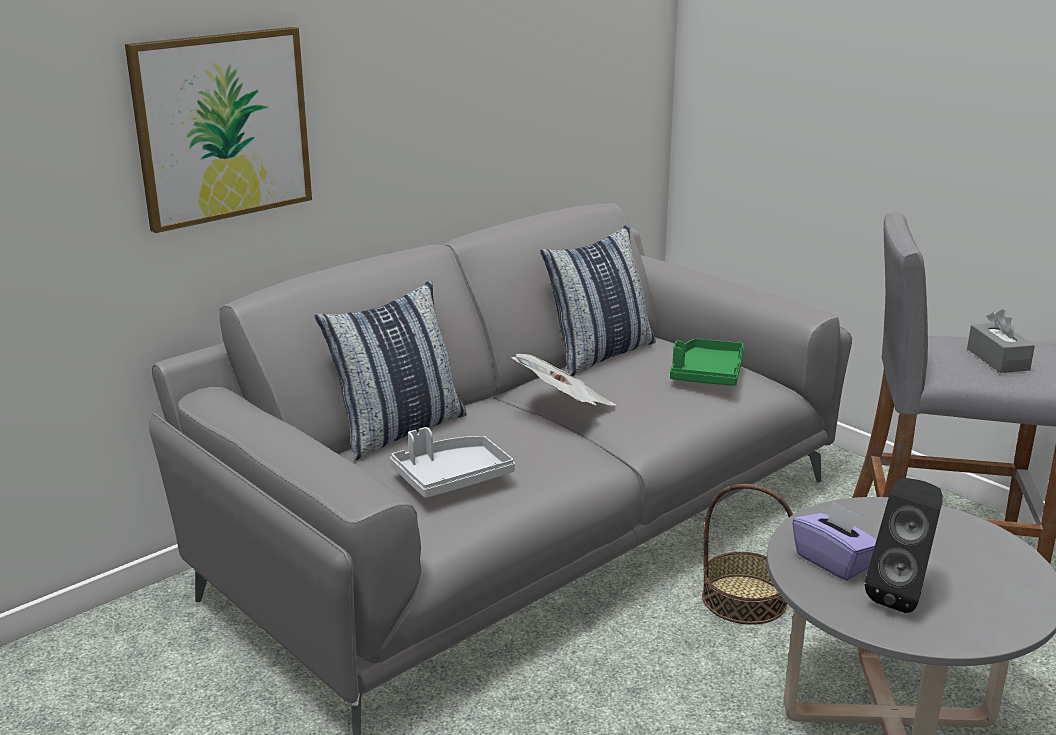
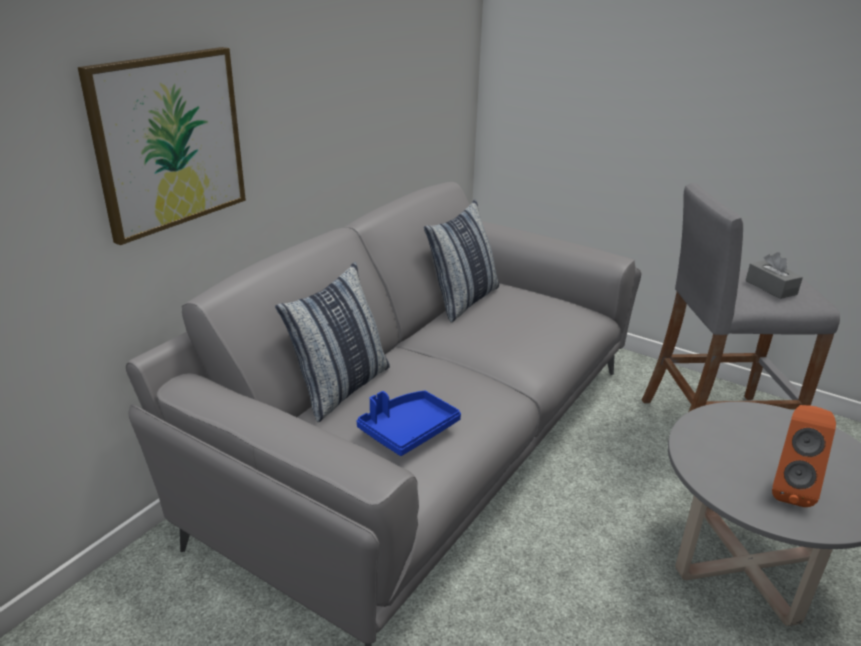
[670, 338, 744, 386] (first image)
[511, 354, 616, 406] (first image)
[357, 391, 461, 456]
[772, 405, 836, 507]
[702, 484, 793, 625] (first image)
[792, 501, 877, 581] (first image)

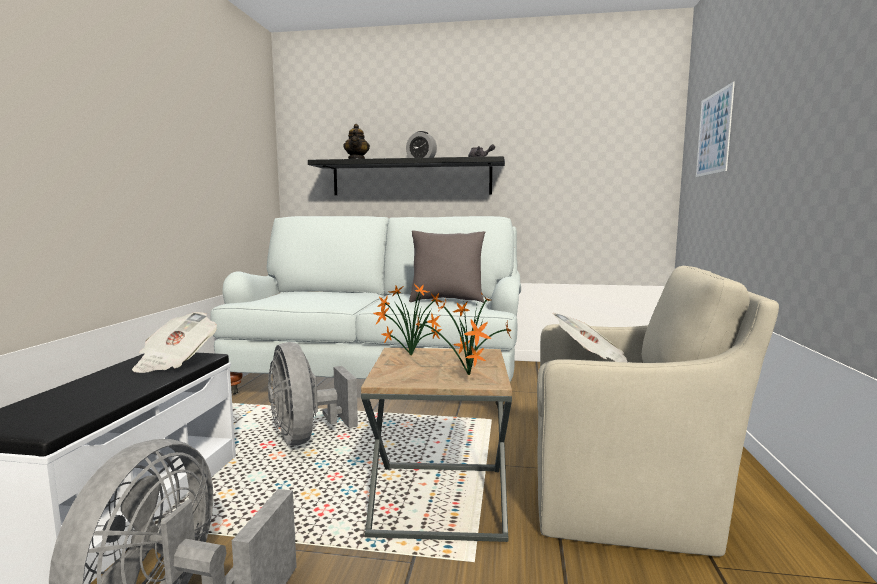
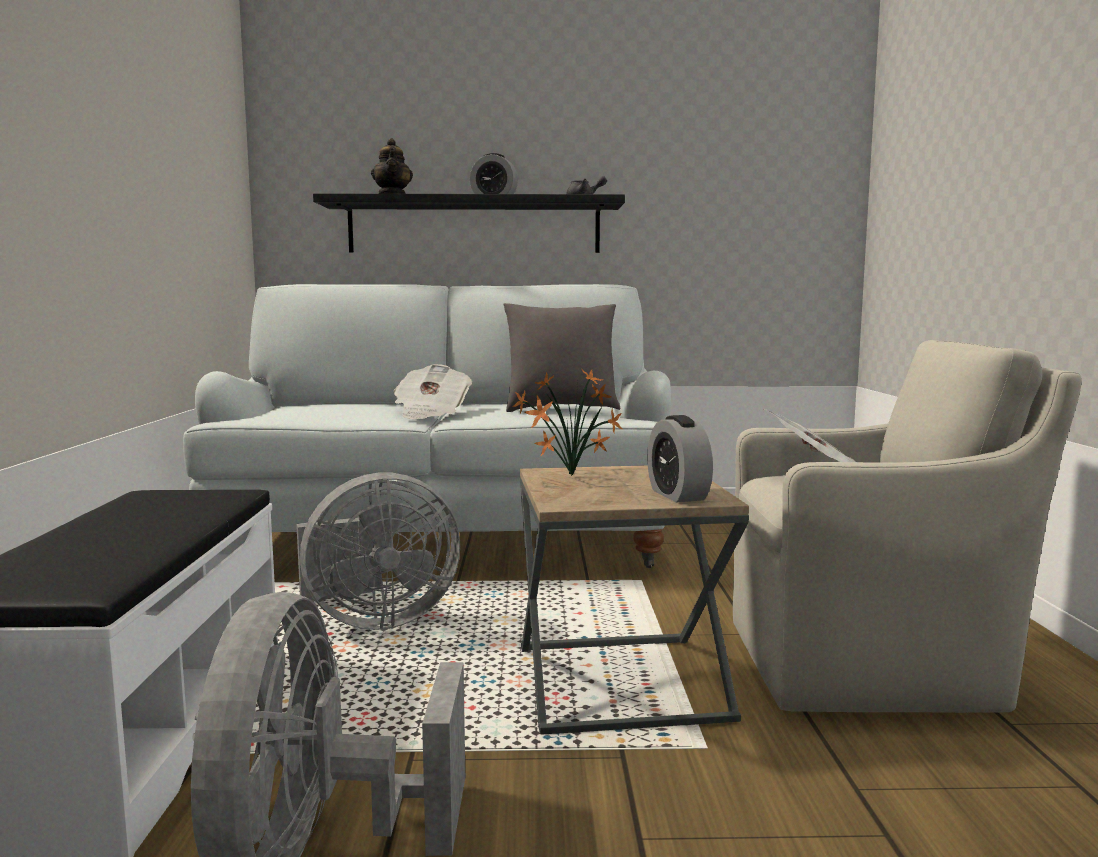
[696, 82, 735, 177] (first image)
[647, 415, 713, 503]
[393, 364, 472, 419]
[296, 472, 460, 630]

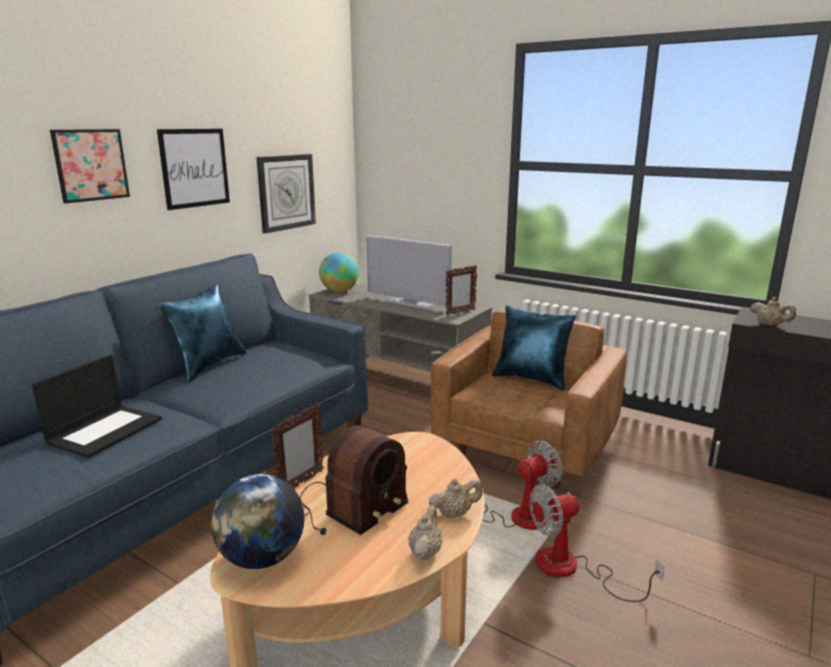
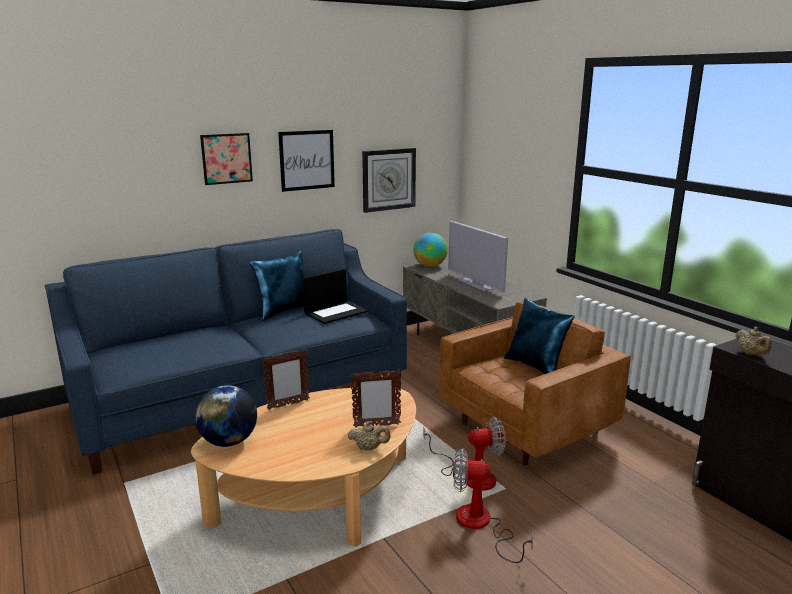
[351, 370, 401, 428]
[303, 269, 368, 324]
[300, 425, 409, 535] (first image)
[408, 505, 443, 560] (first image)

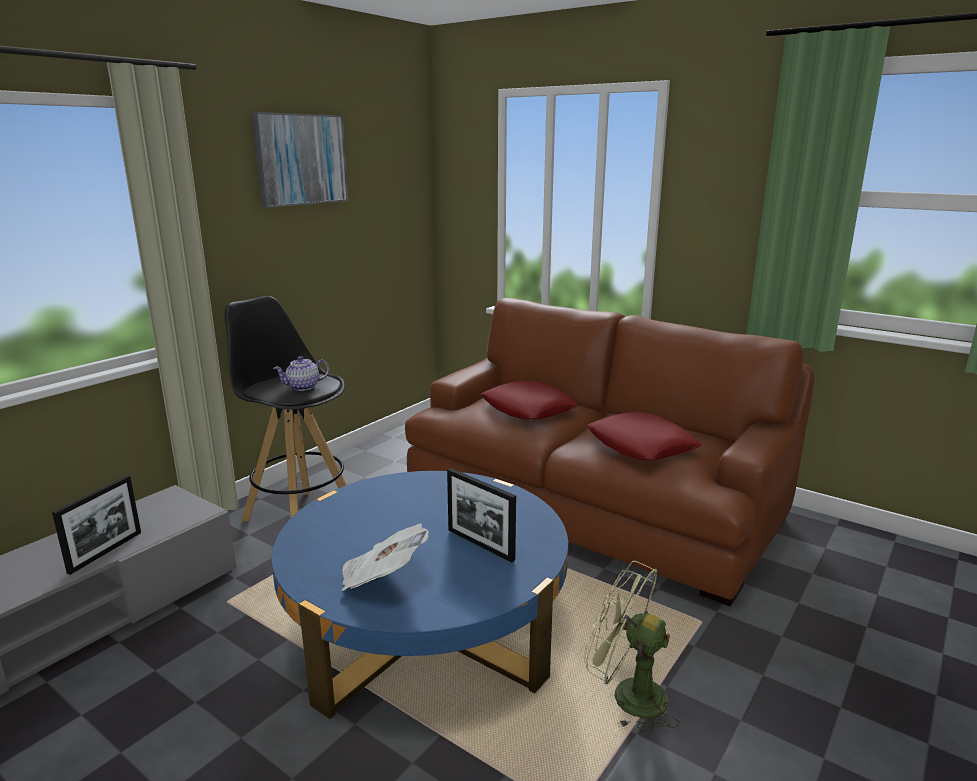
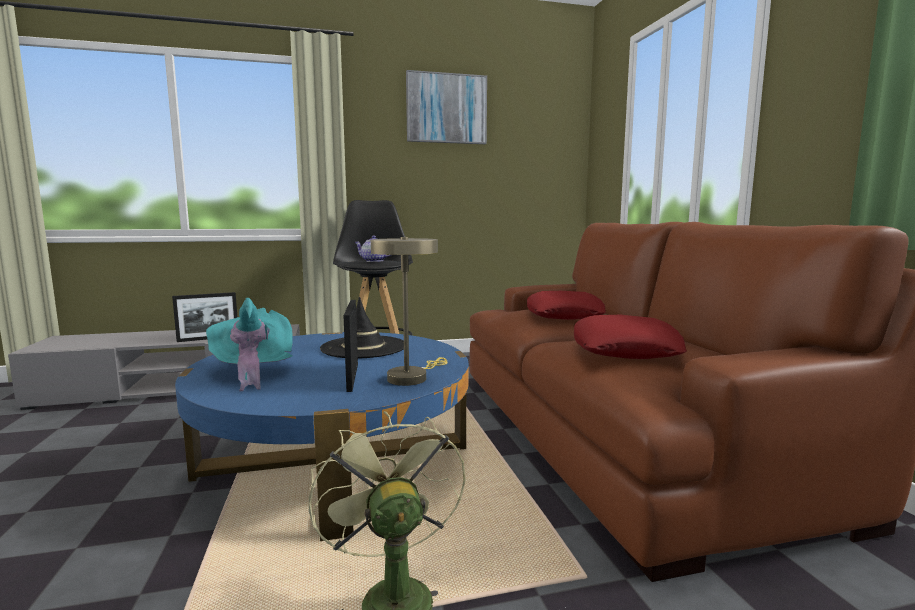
[206, 298, 293, 391]
[371, 237, 448, 386]
[320, 297, 404, 358]

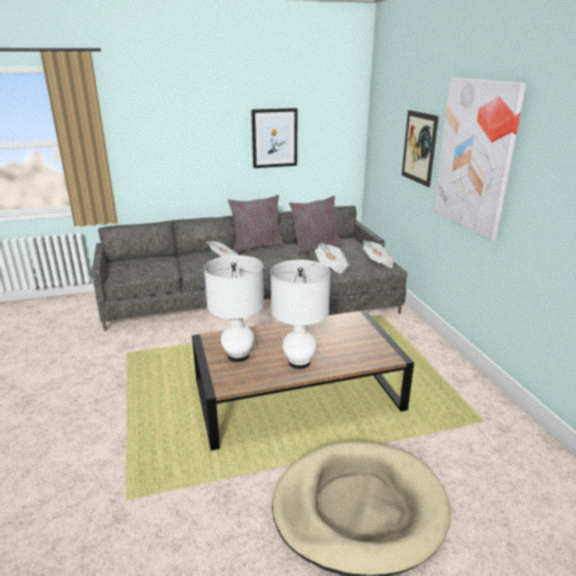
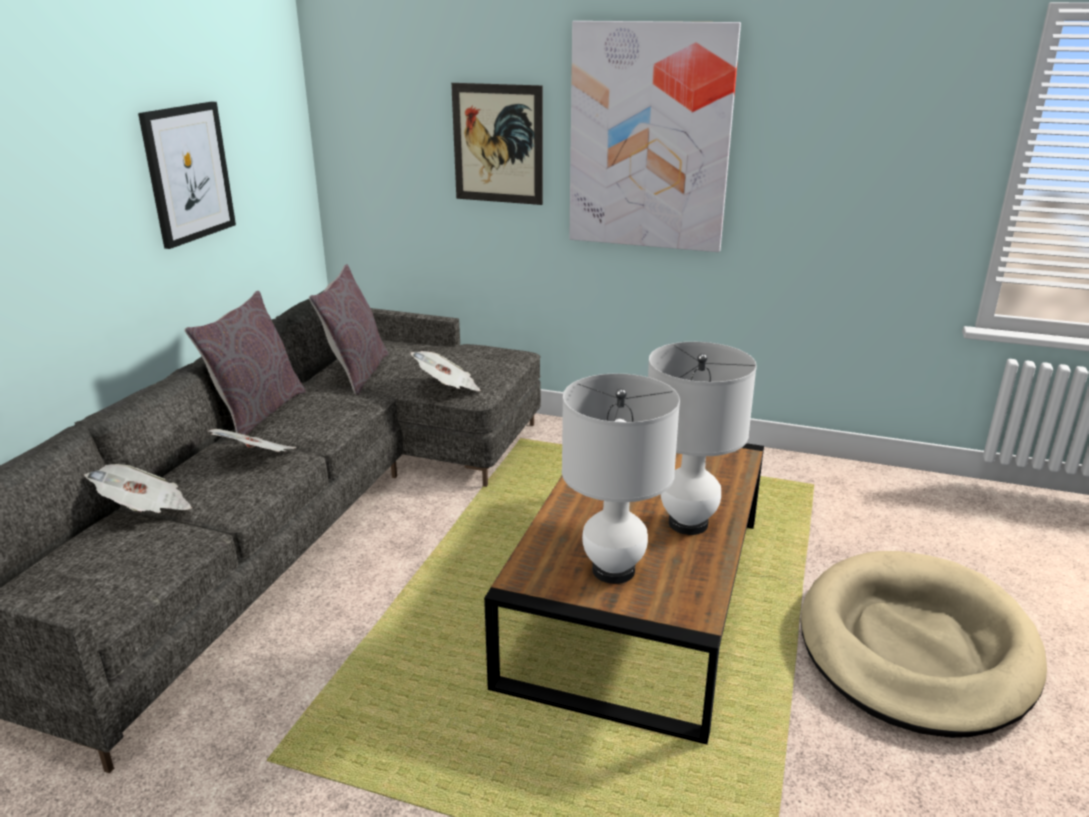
[84, 464, 192, 513]

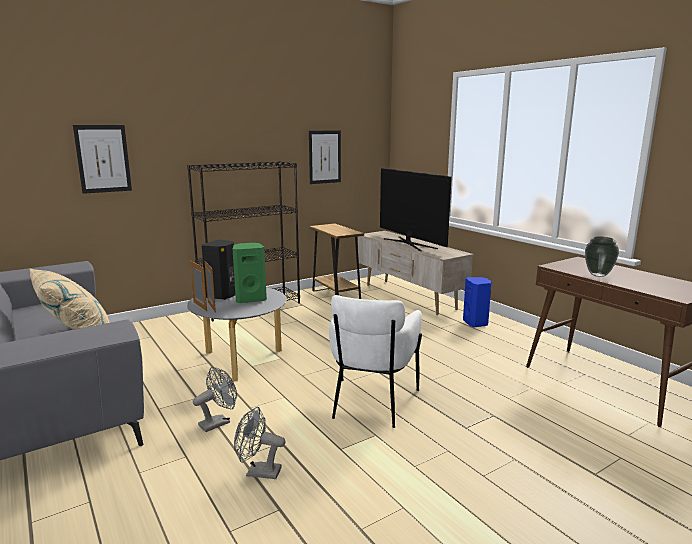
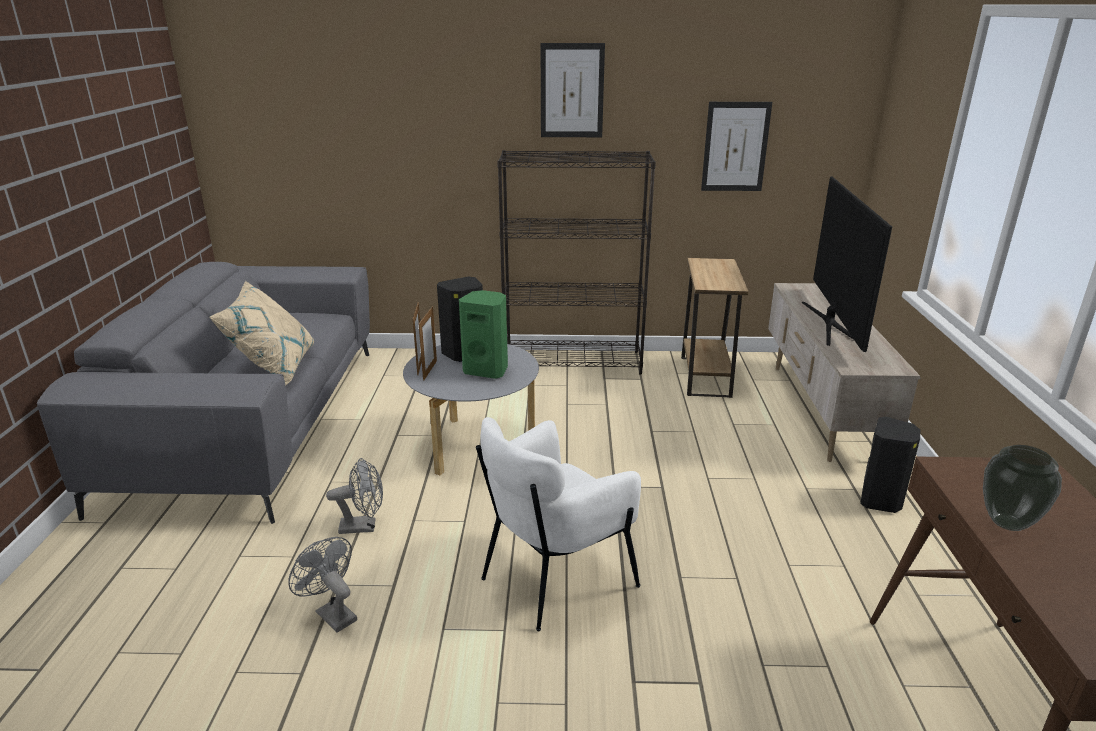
[541, 43, 605, 137]
[860, 417, 920, 513]

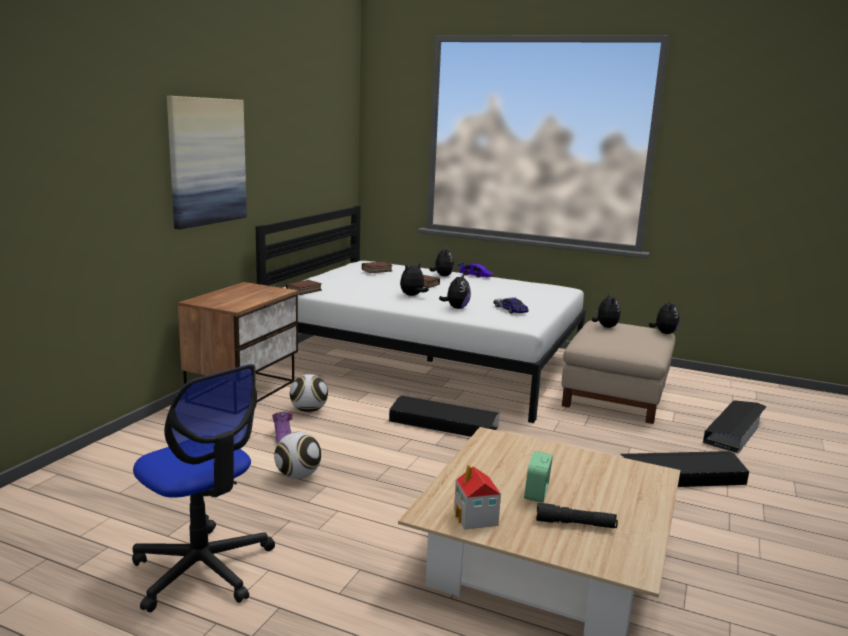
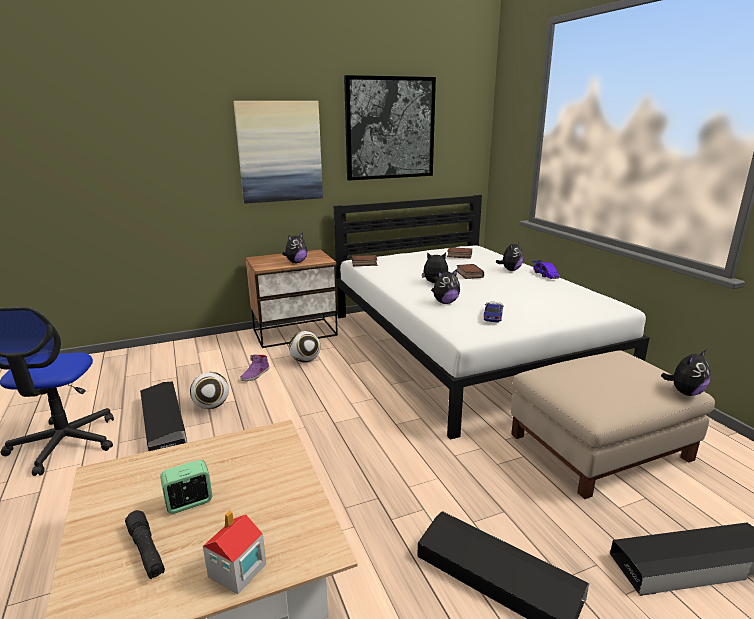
[282, 232, 307, 263]
[140, 382, 187, 451]
[203, 510, 266, 594]
[344, 75, 436, 181]

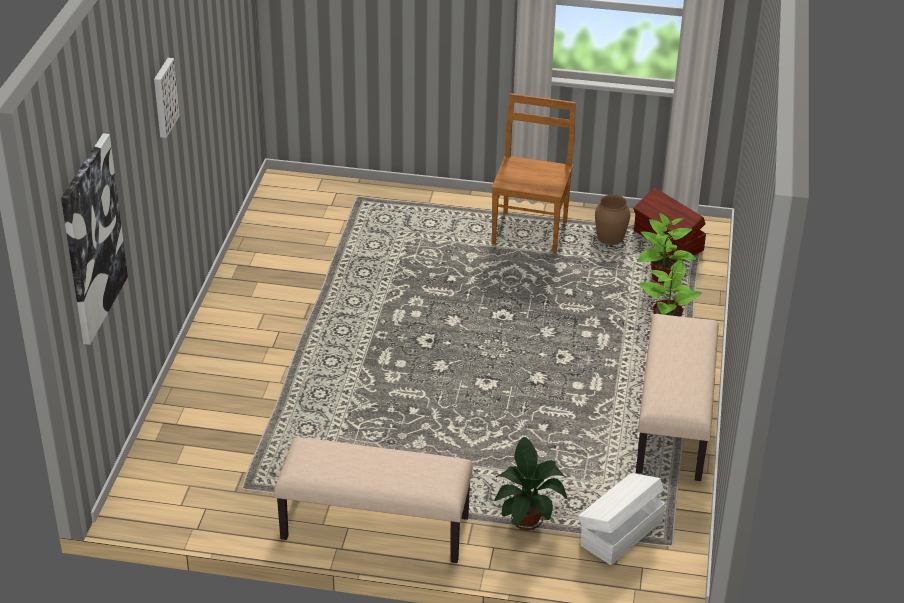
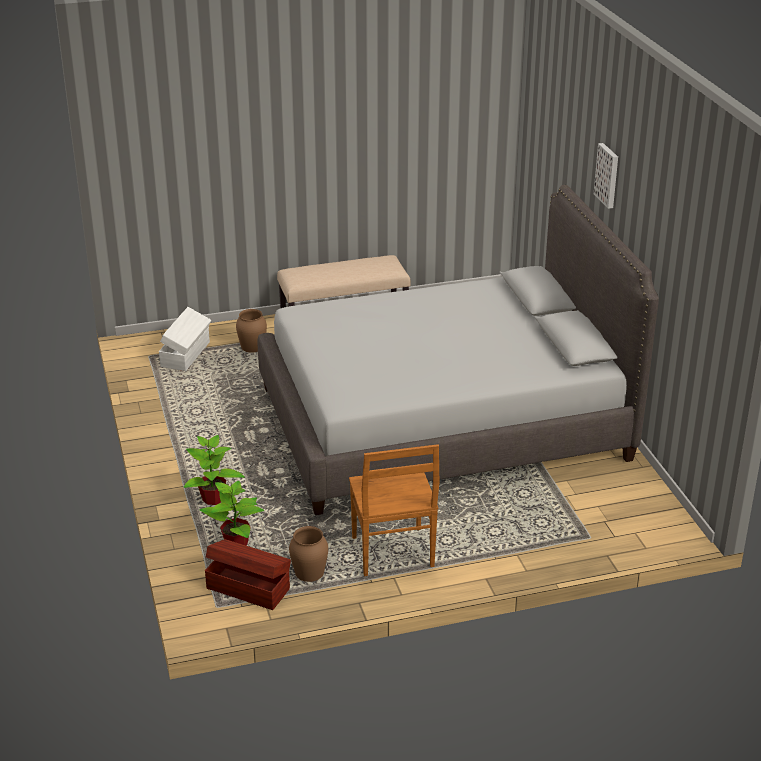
[61, 133, 128, 345] (first image)
[636, 314, 719, 481] (first image)
[236, 309, 267, 353]
[258, 185, 659, 515]

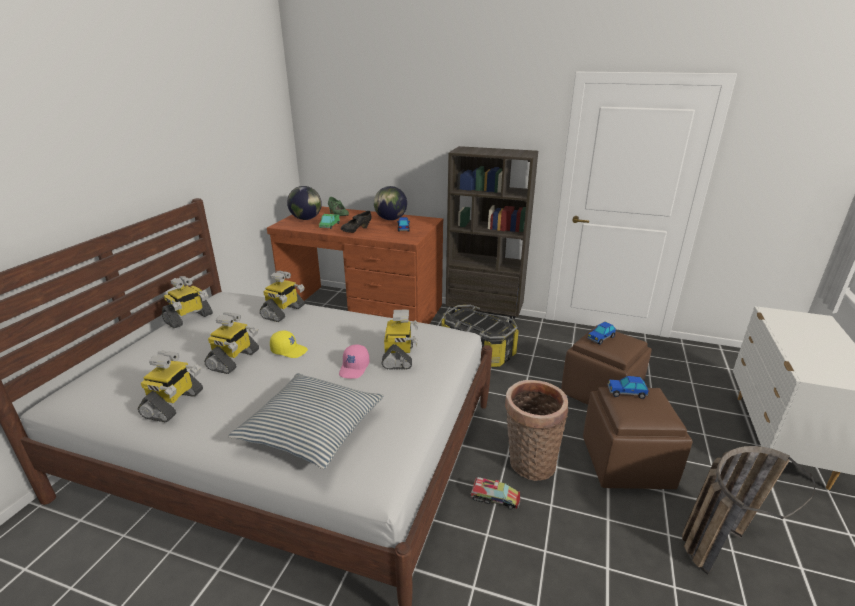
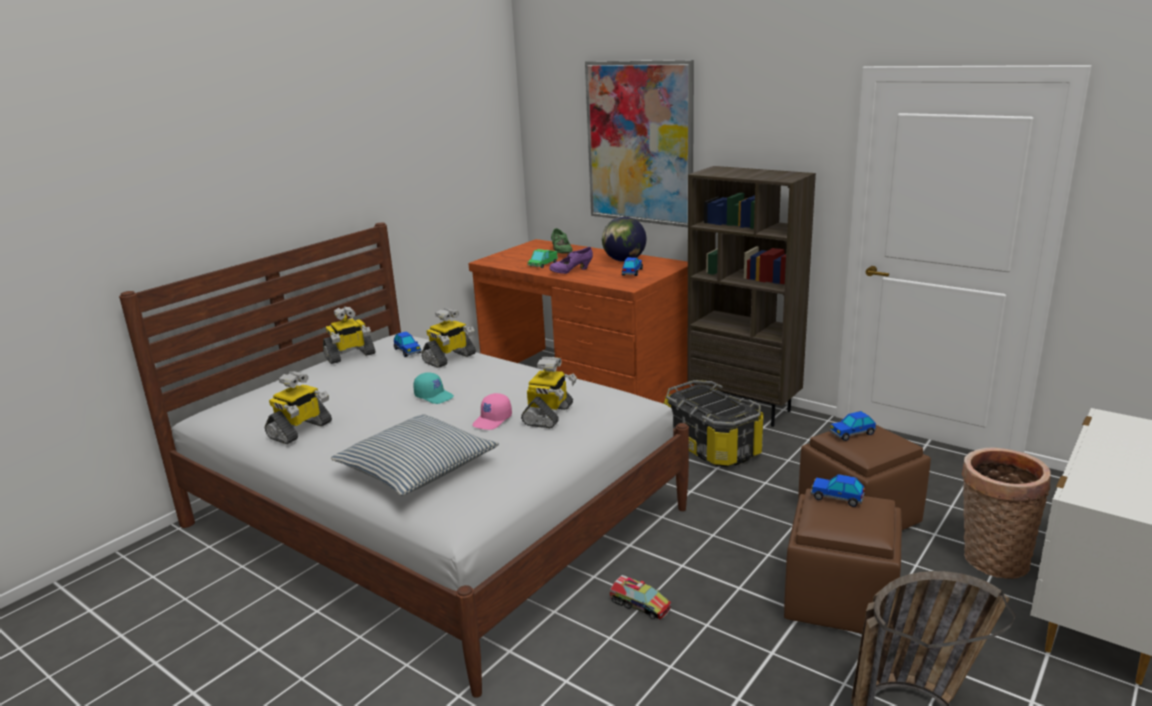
[287, 186, 322, 220] (first image)
[549, 247, 593, 274]
[204, 312, 259, 374] (first image)
[413, 372, 454, 404]
[962, 447, 1051, 579]
[585, 60, 694, 227]
[394, 331, 421, 357]

